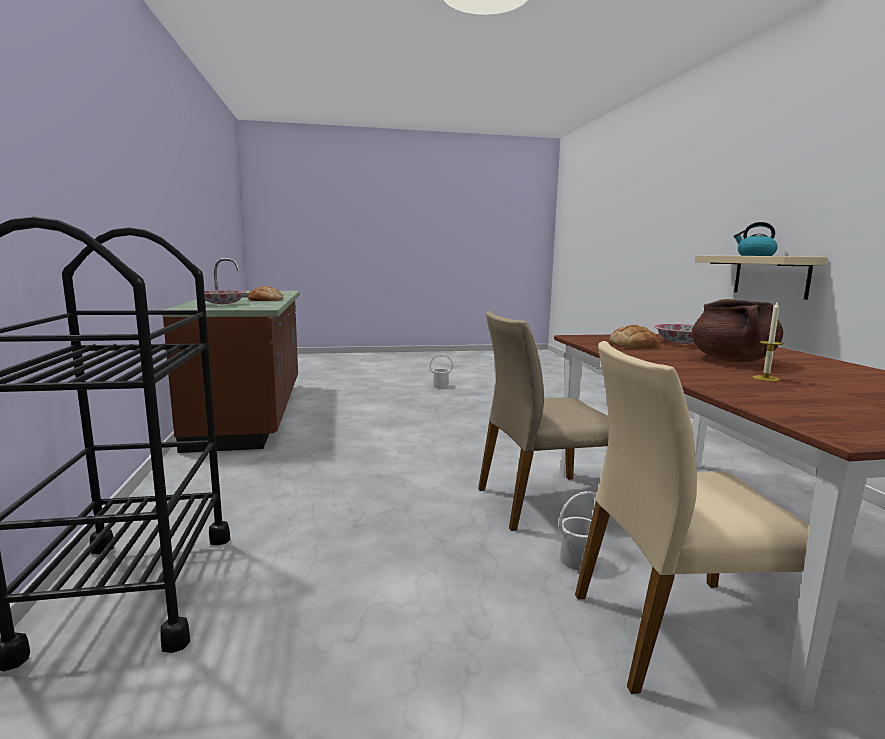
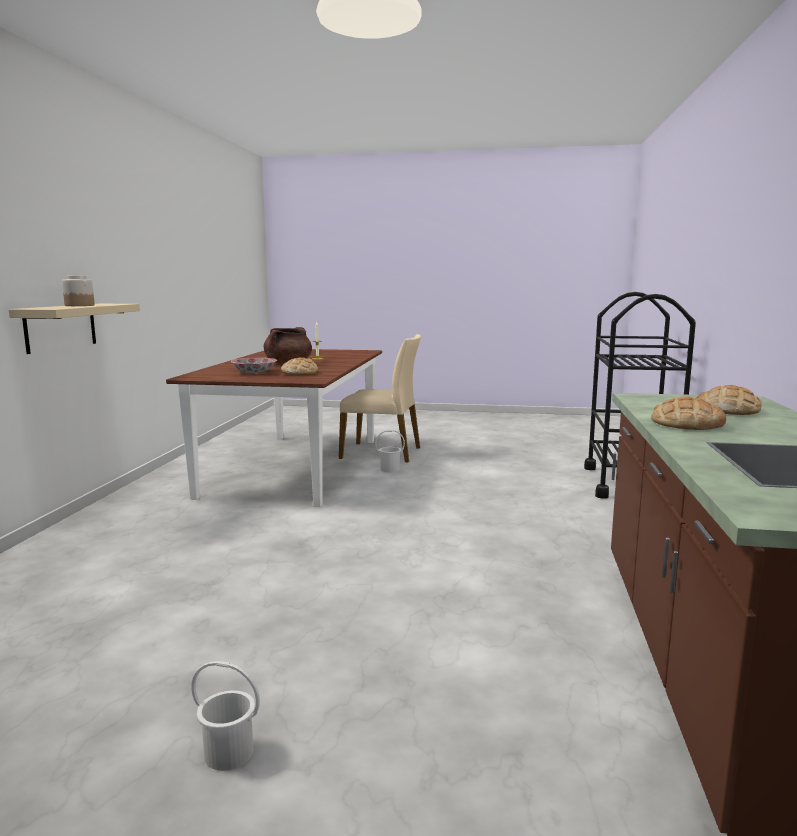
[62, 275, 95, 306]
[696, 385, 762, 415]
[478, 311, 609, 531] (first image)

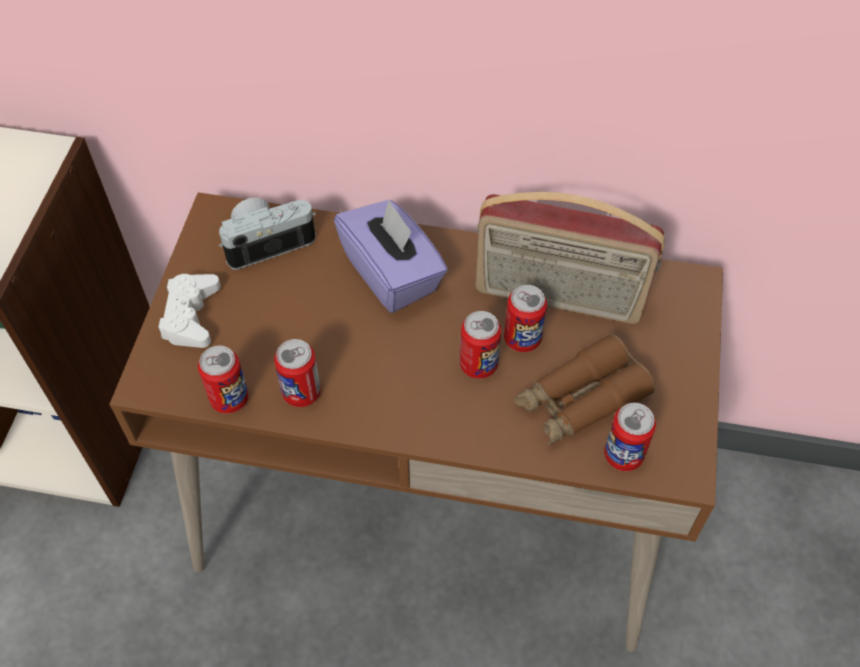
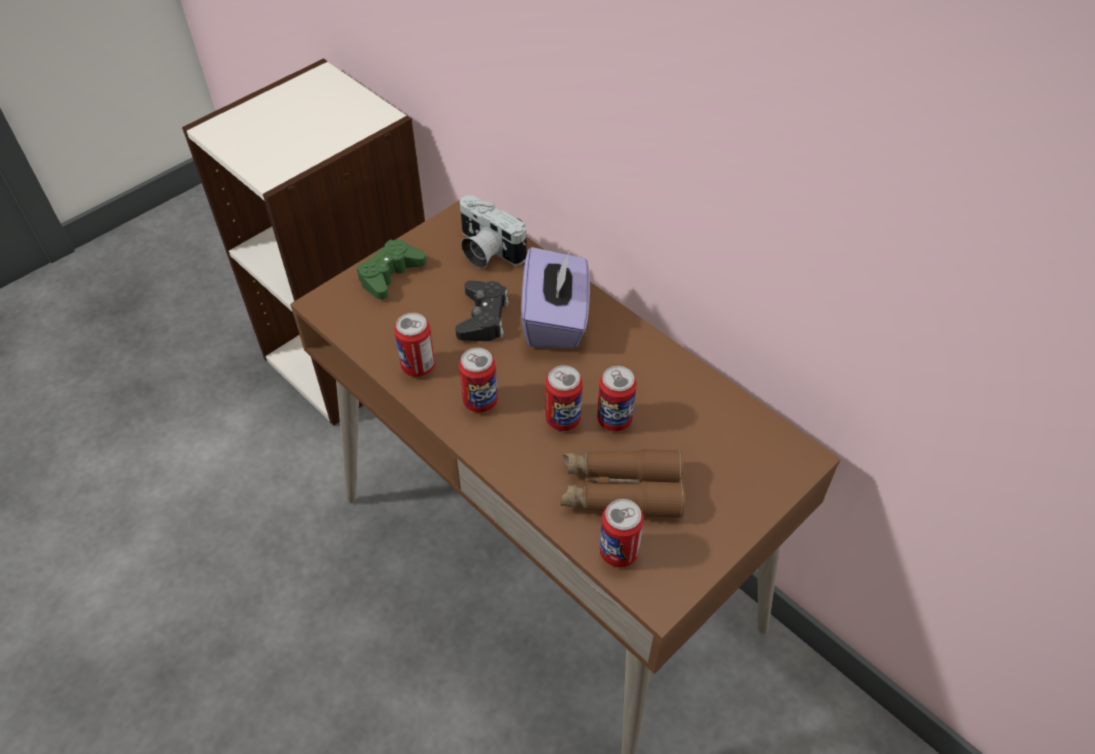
[476, 192, 665, 324] (first image)
[460, 195, 527, 268]
[357, 239, 427, 300]
[459, 348, 498, 413]
[455, 280, 509, 341]

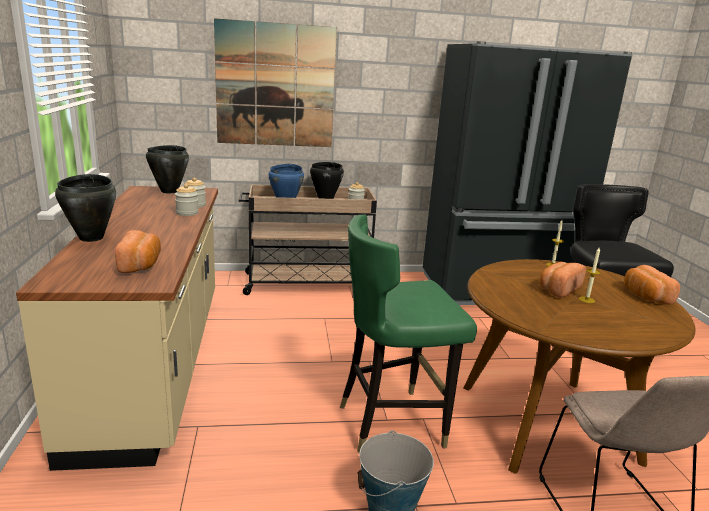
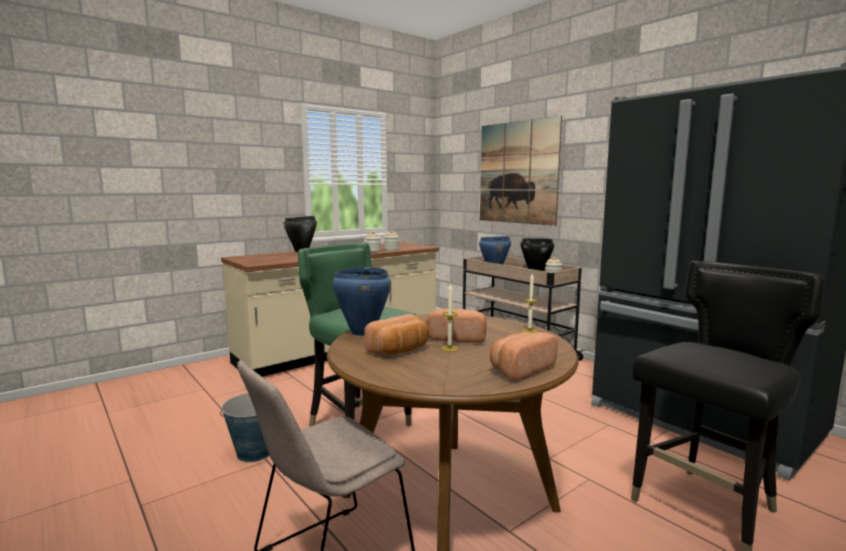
[146, 145, 189, 193] (first image)
[365, 314, 429, 355]
[332, 267, 391, 336]

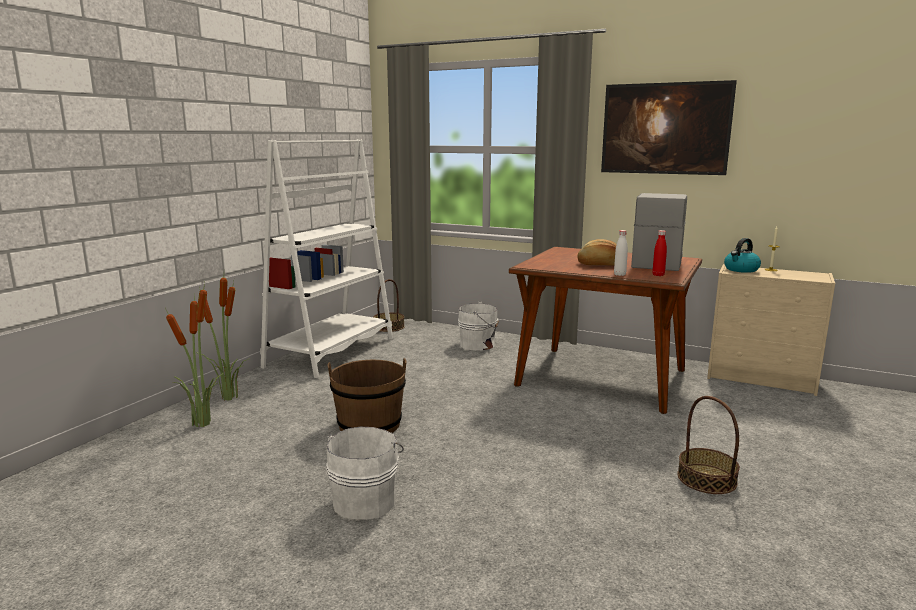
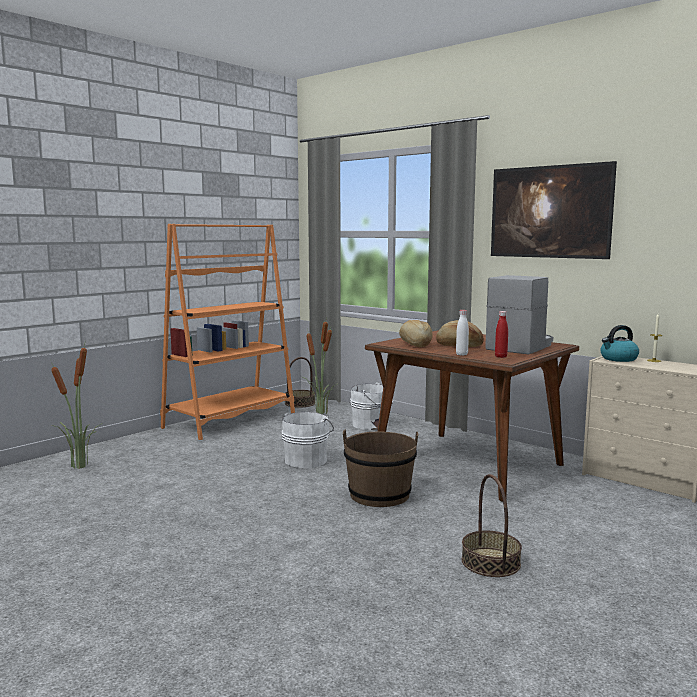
[160, 224, 295, 440]
[301, 316, 337, 414]
[343, 430, 418, 507]
[282, 412, 334, 468]
[399, 320, 433, 347]

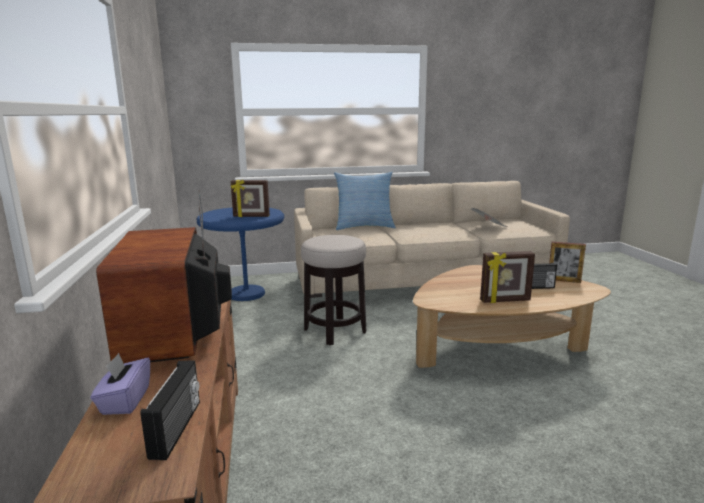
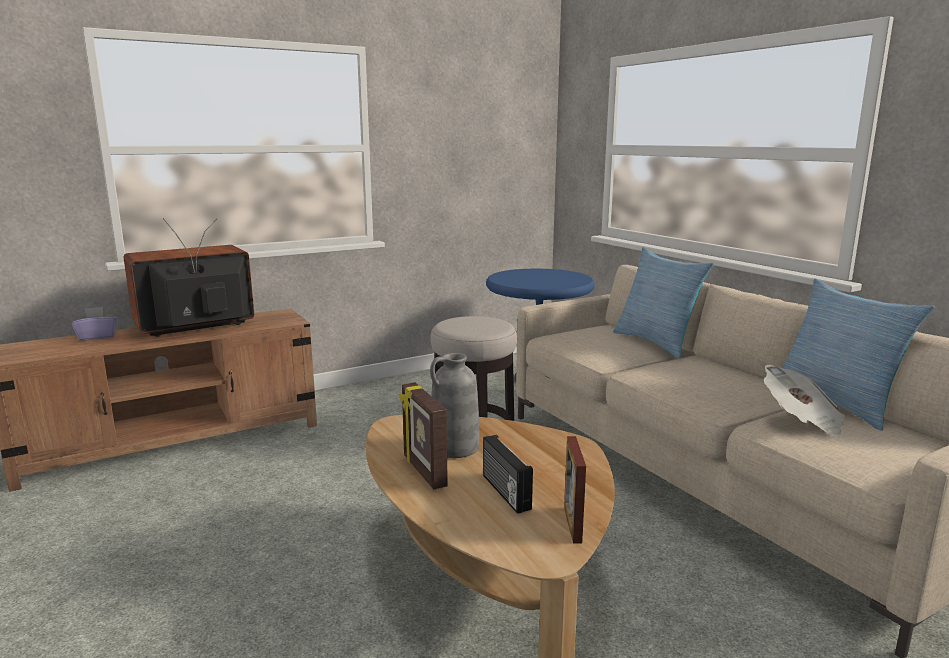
[231, 180, 270, 217] (first image)
[140, 360, 200, 460] (first image)
[782, 279, 935, 431]
[430, 353, 479, 458]

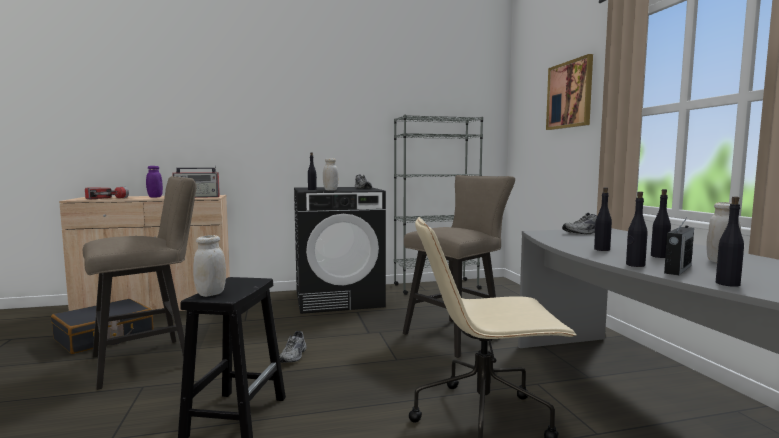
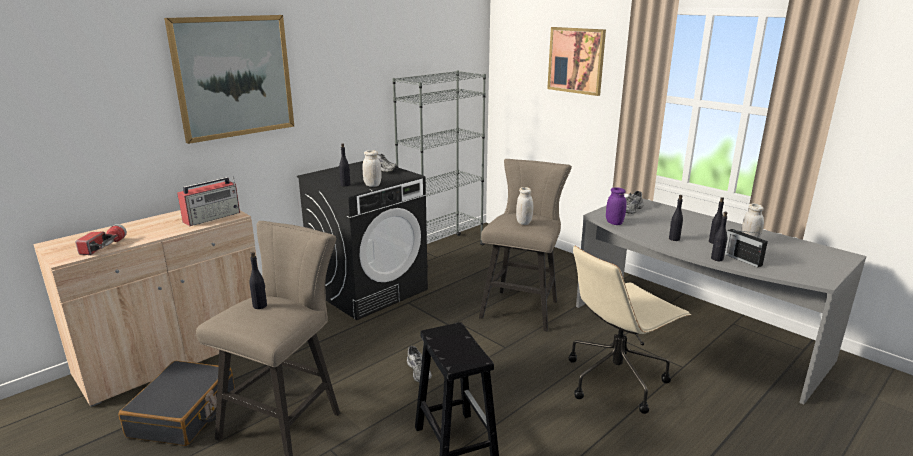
[606, 187, 627, 225]
[249, 252, 267, 309]
[725, 229, 768, 268]
[516, 187, 533, 225]
[164, 15, 294, 144]

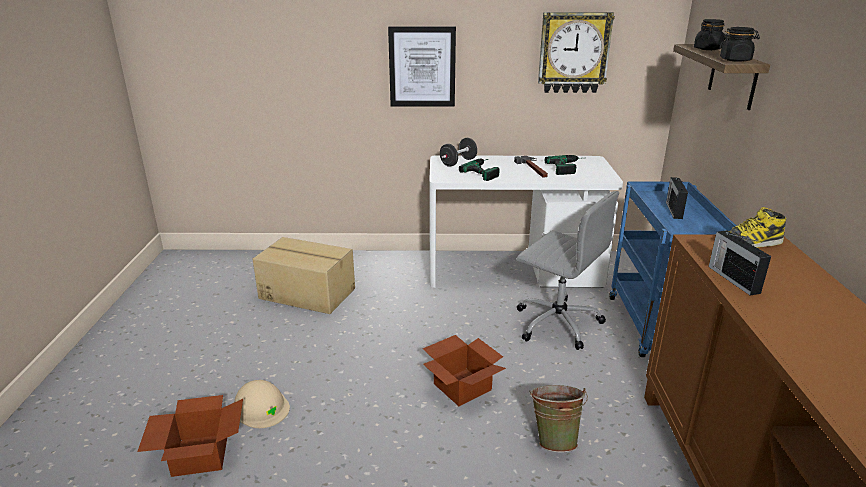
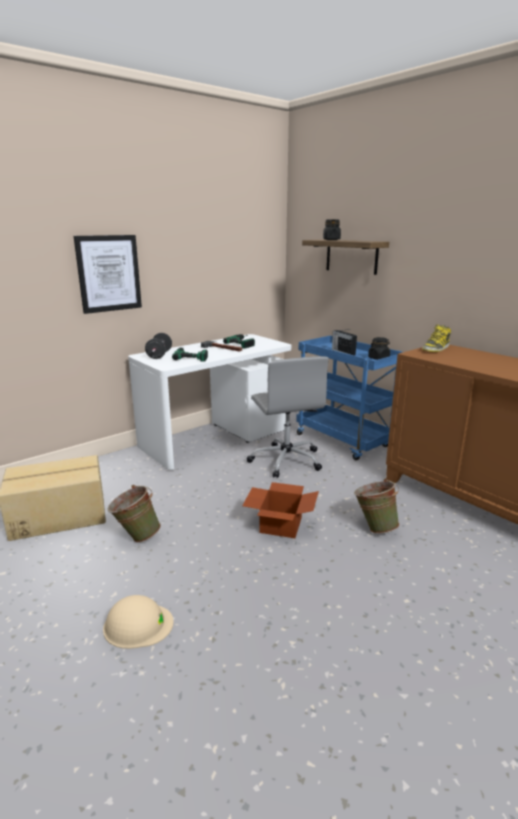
[538, 12, 615, 93] (first image)
[368, 337, 390, 360]
[247, 356, 329, 478]
[709, 230, 771, 295] (first image)
[137, 395, 243, 477] (first image)
[108, 485, 161, 543]

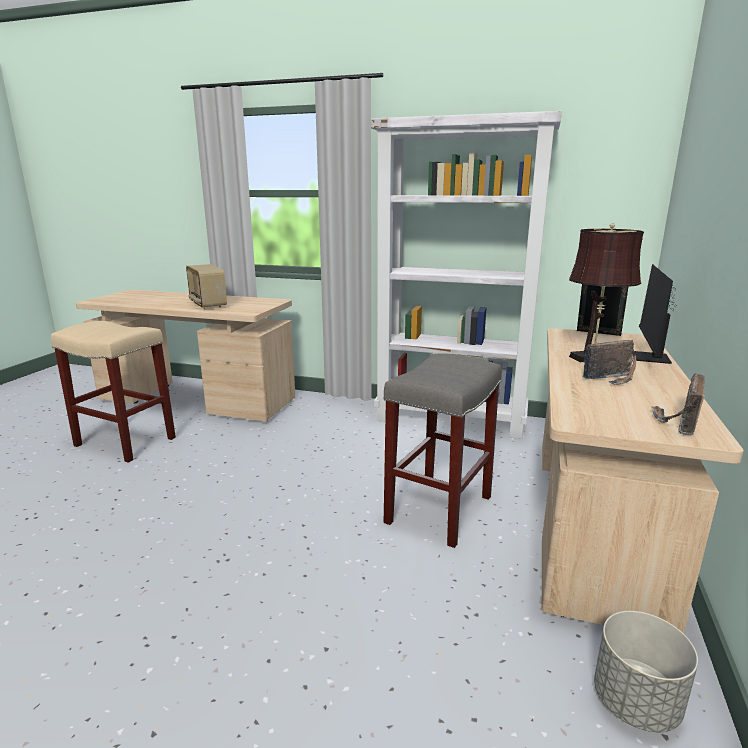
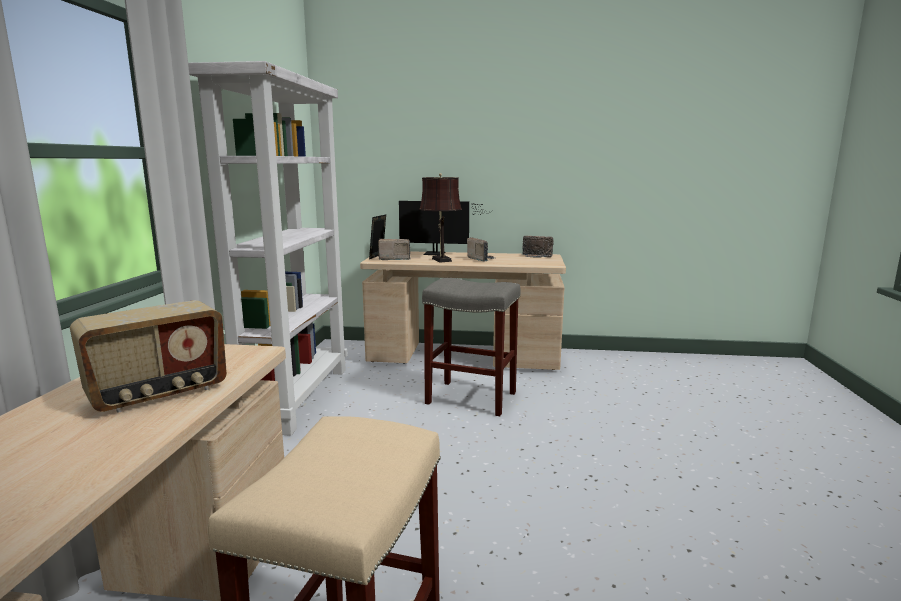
[594, 611, 698, 732] (first image)
[378, 239, 411, 260]

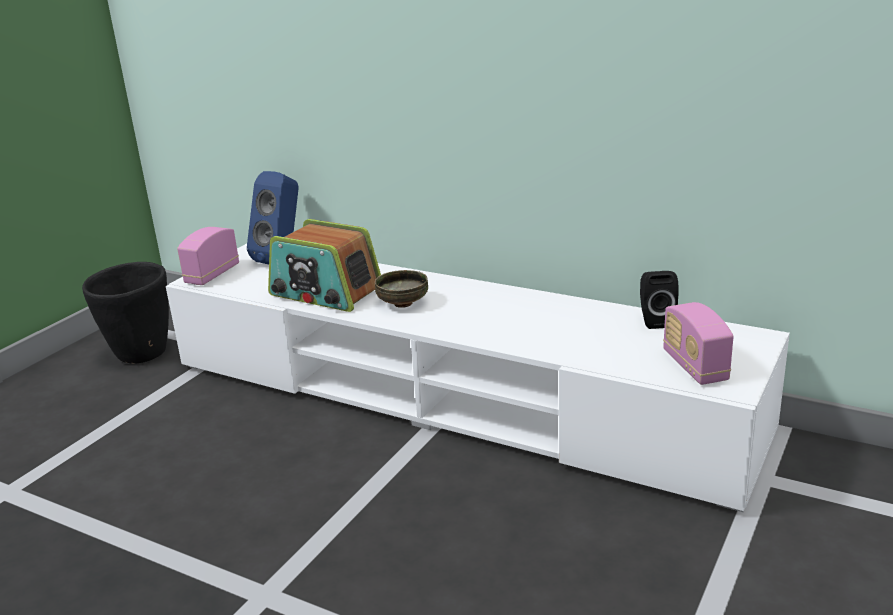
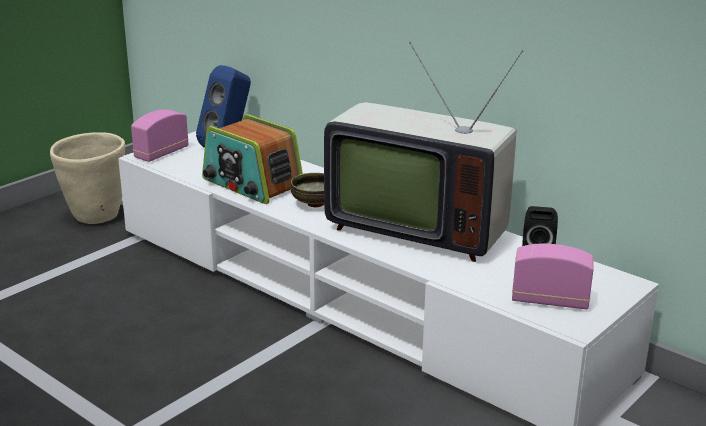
[50, 132, 125, 224]
[512, 243, 594, 309]
[324, 42, 524, 262]

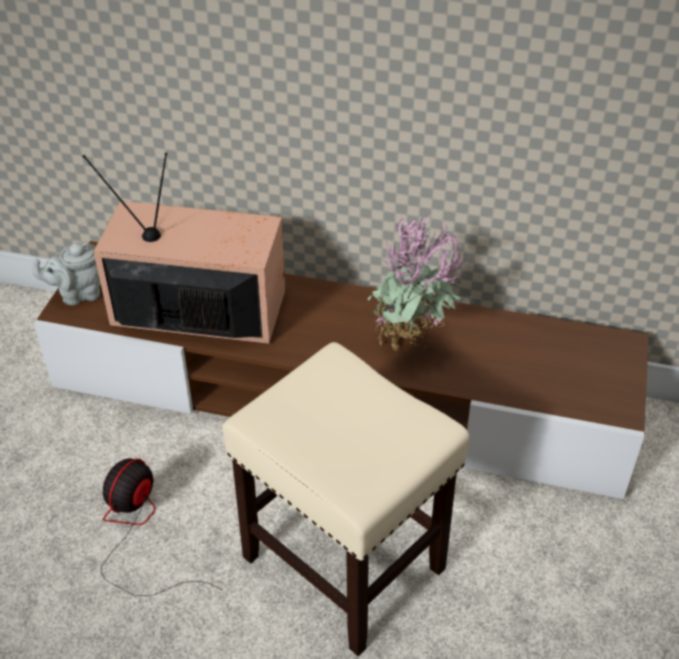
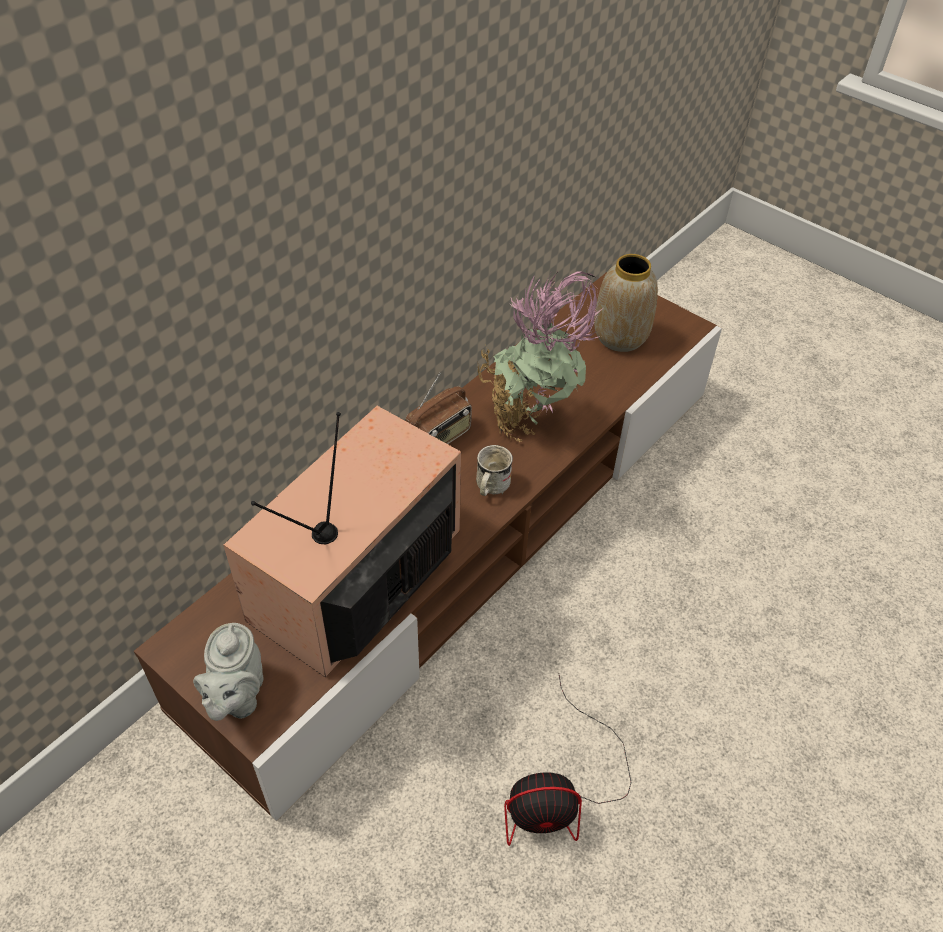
[222, 342, 470, 656] (first image)
[504, 675, 631, 846]
[594, 254, 658, 352]
[405, 373, 472, 444]
[476, 445, 513, 496]

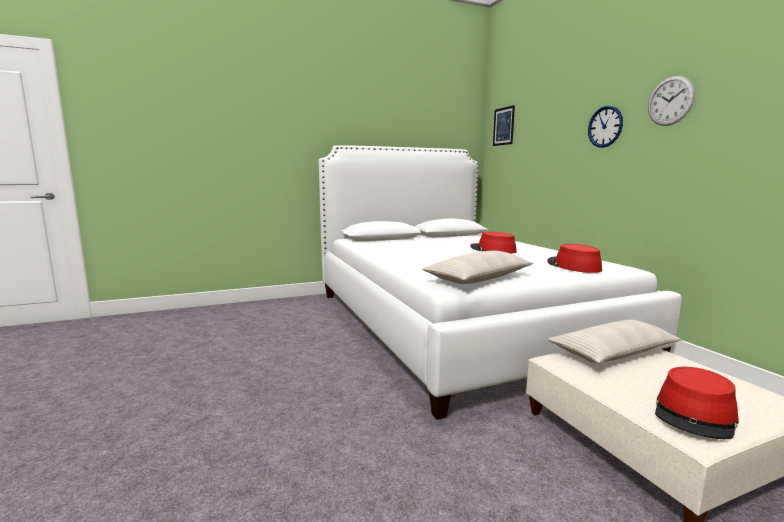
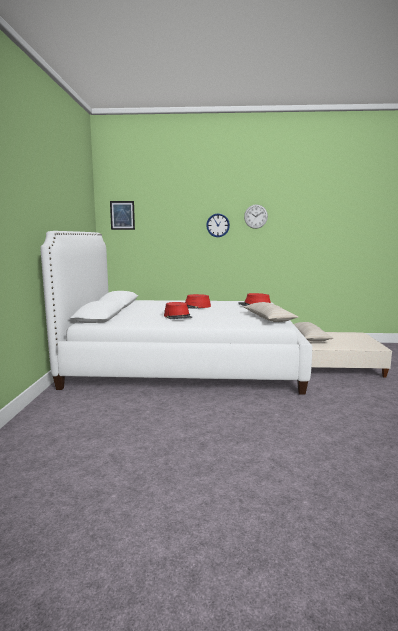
[164, 302, 192, 319]

